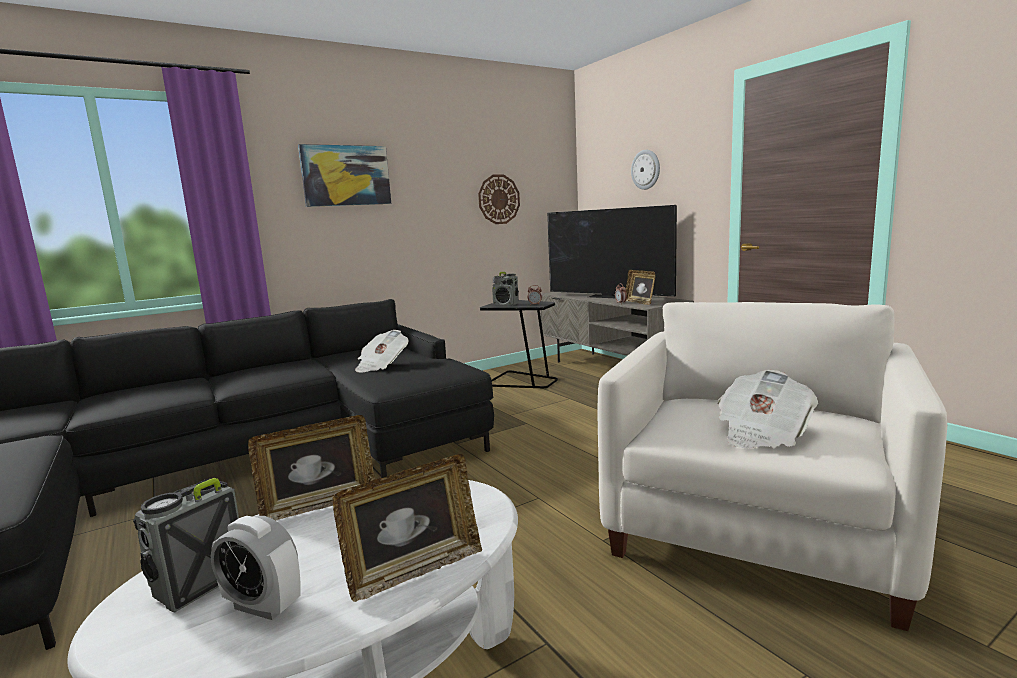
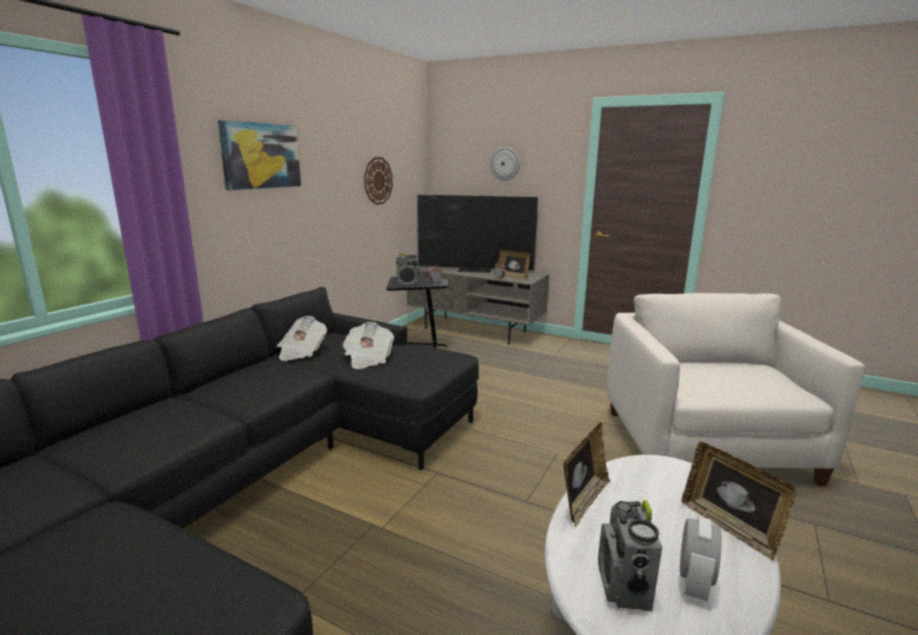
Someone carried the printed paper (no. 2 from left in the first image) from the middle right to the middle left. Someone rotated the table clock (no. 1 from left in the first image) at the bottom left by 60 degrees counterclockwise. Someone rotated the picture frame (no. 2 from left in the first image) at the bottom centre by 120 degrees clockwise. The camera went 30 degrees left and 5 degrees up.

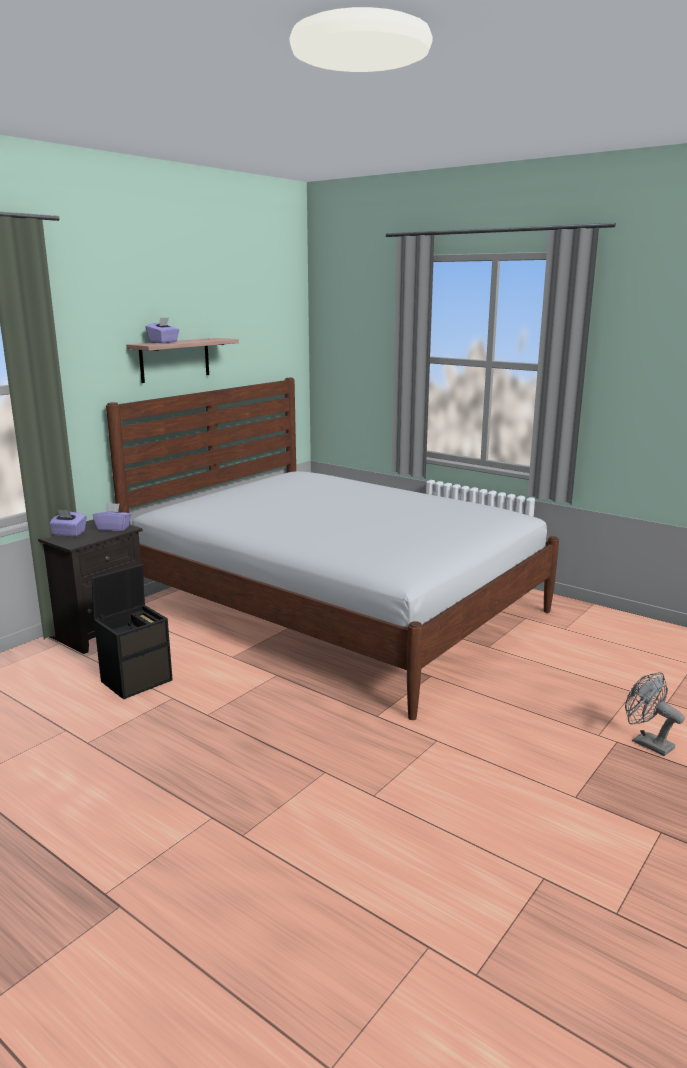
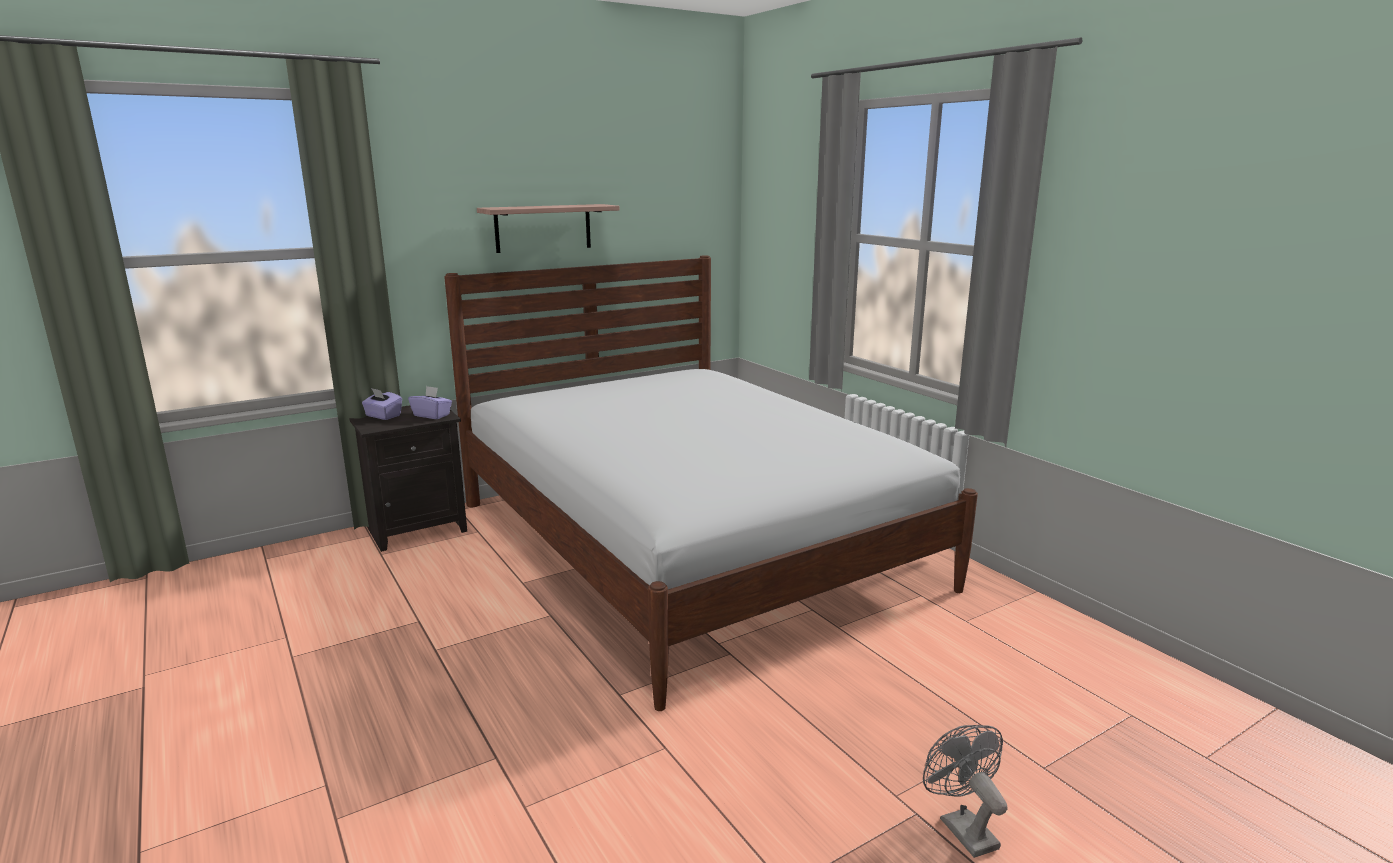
Someone took away the storage container (blackish) at the middle left. Someone took away the tissue holder (purplish) (no. 3 from left) at the top left. The camera went 20 degrees right and 0 degrees up.

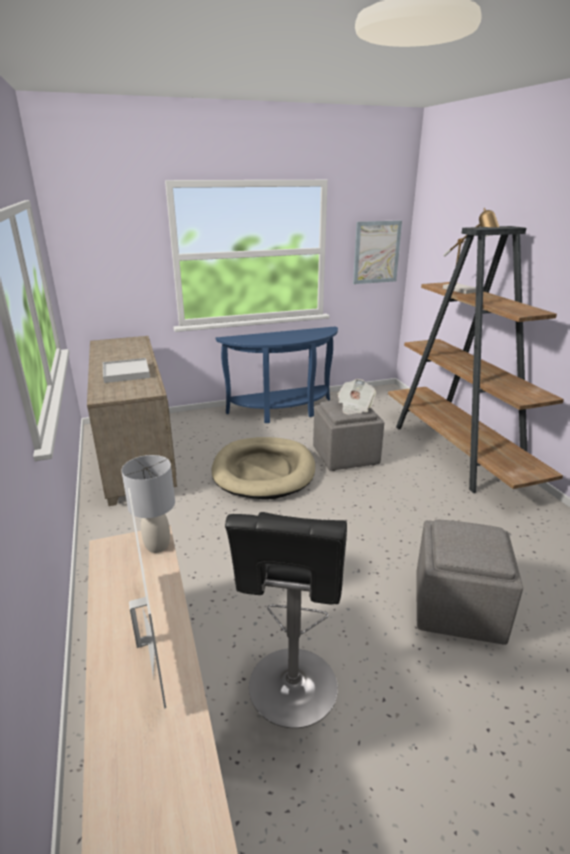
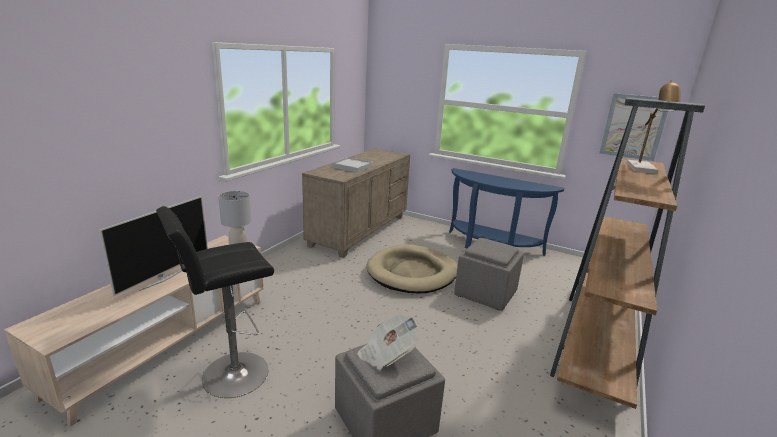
Someone carried the printed paper from the centre to the bottom centre. The camera went 45 degrees right and 5 degrees down.

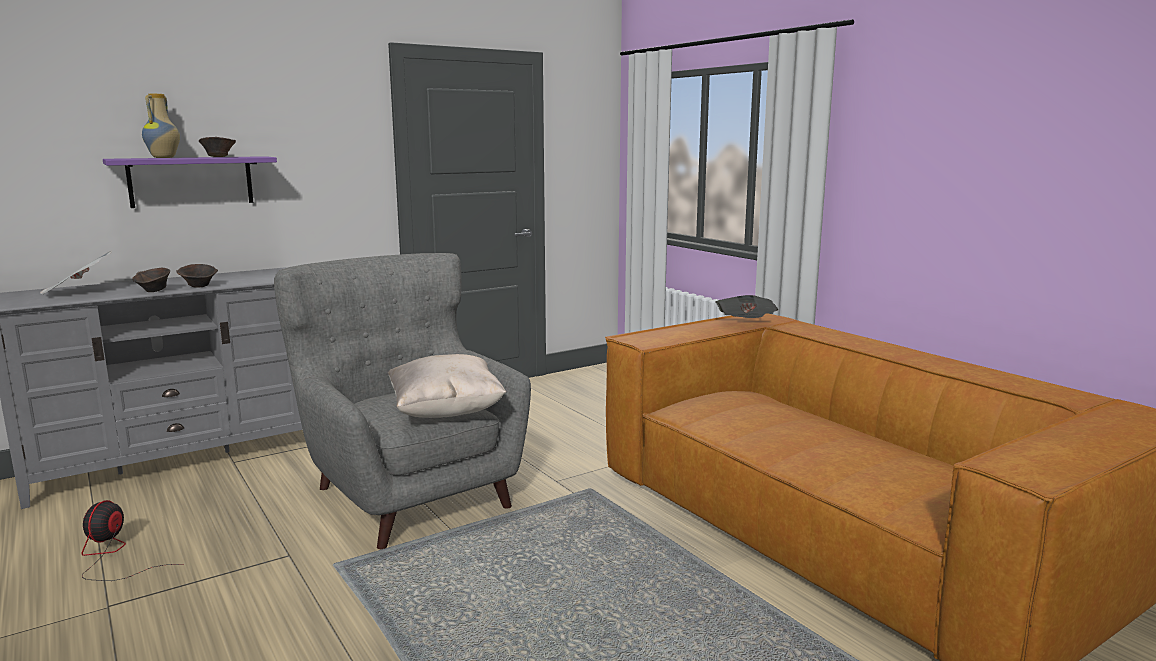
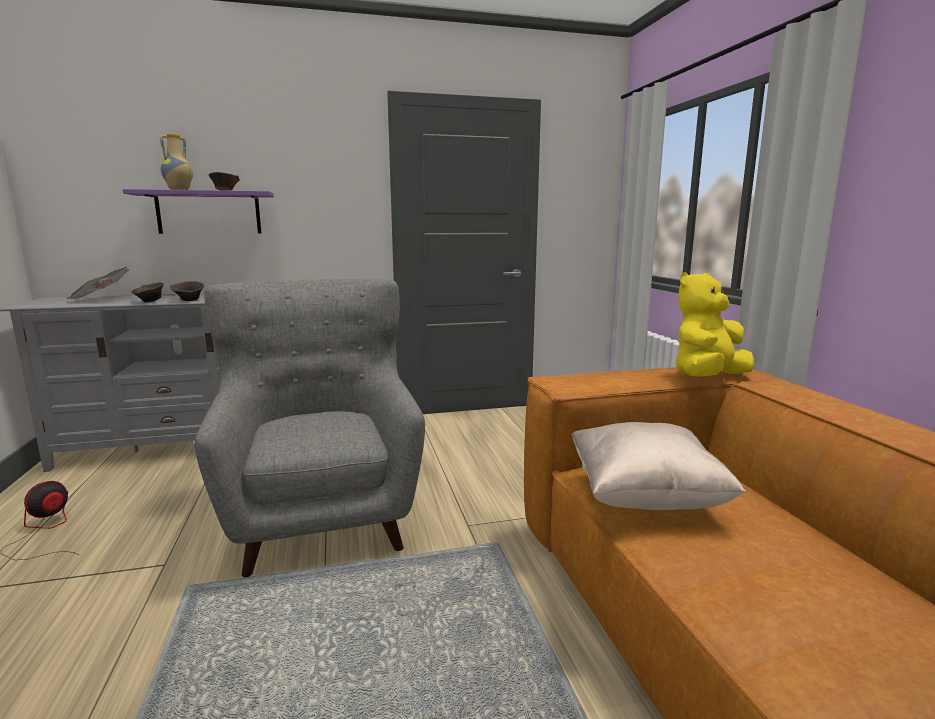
Someone carried the cushion (beige) from the centre to the middle right. Someone swapped the printed paper (no. 2 from left) at the centre for the plush toy (yellow) at the middle right. The camera went 20 degrees right and 0 degrees up.

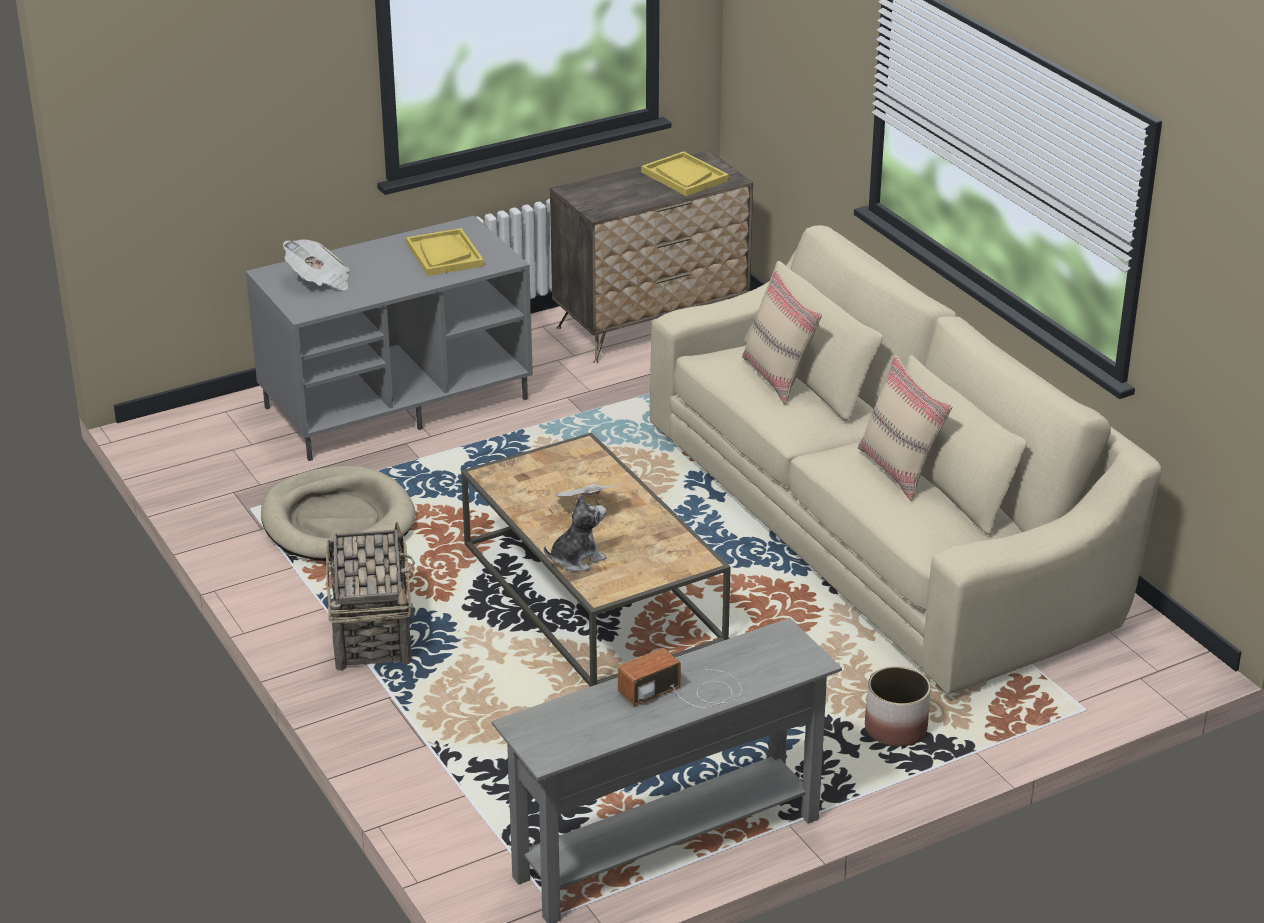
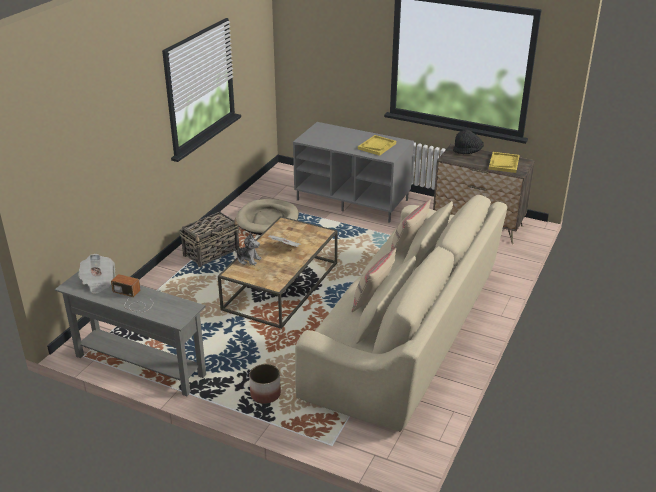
Someone put down the clothing hat (blackish) at the top right. Someone carried the printed paper (no. 1 from left) from the top left to the middle left. The camera went 55 degrees right and 0 degrees up.

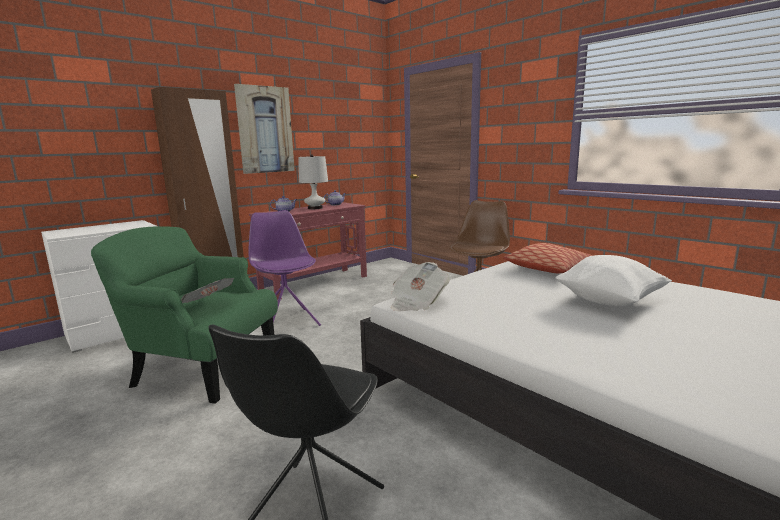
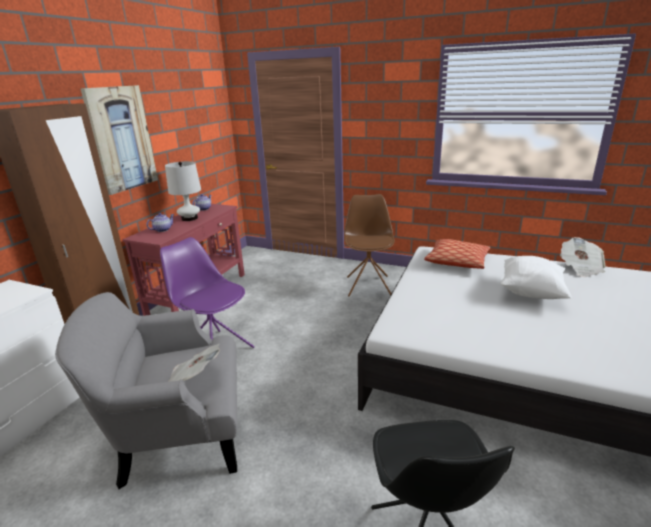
Someone carried the printed paper (no. 2 from left) from the centre to the middle right. Someone repainted the armchair (green-coloured) at the middle left, which became the armchair (greyish) at the bottom left. The camera went 25 degrees left and 10 degrees up.

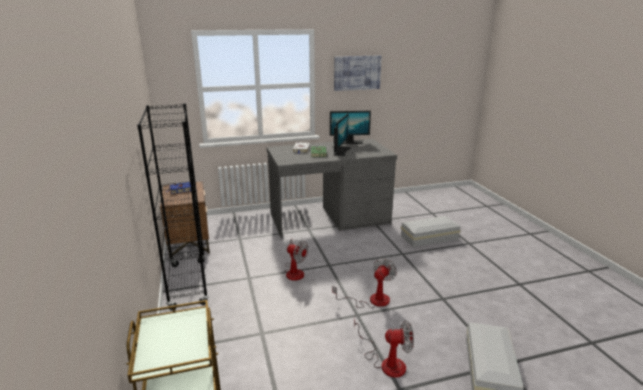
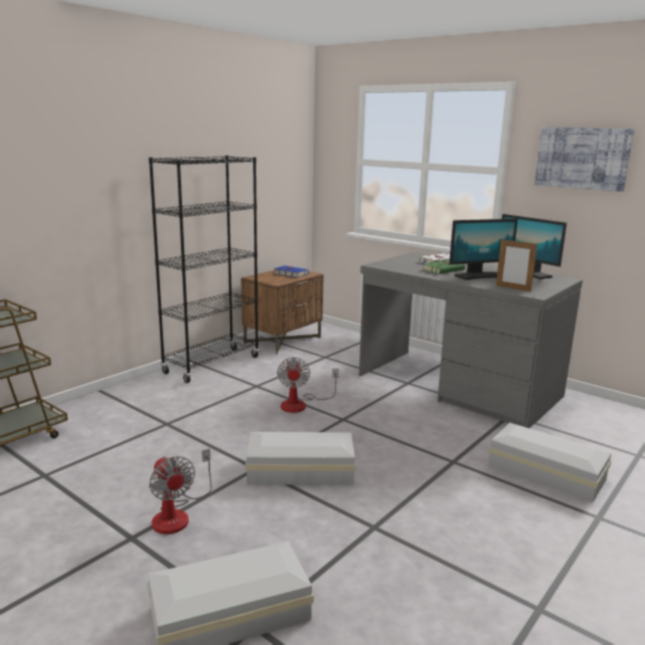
Someone put down the picture frame at the middle right. Someone swapped the electric fan (no. 2 from left) at the bottom centre for the storage container (white-coloured) (no. 2 from left) at the bottom centre. The camera went 55 degrees right and 5 degrees down.

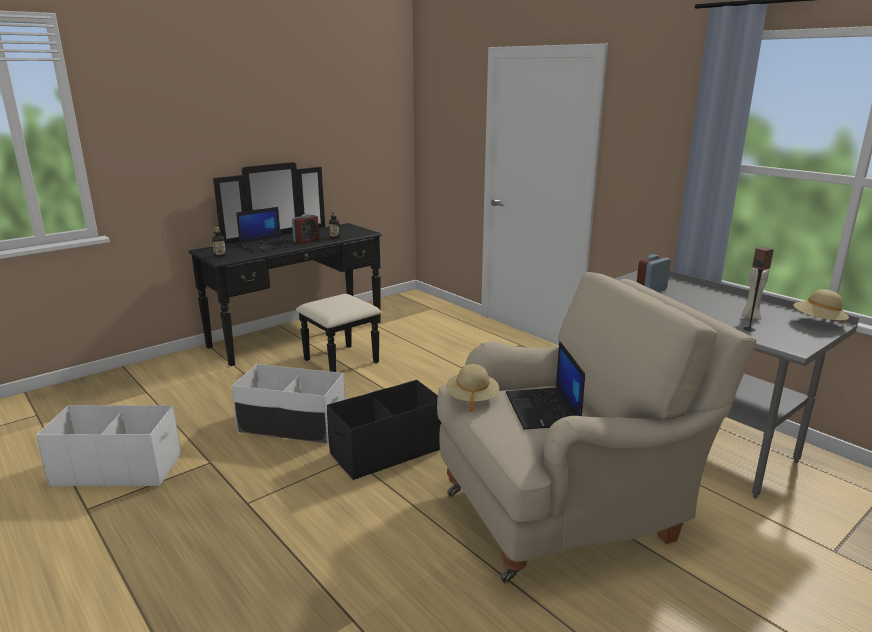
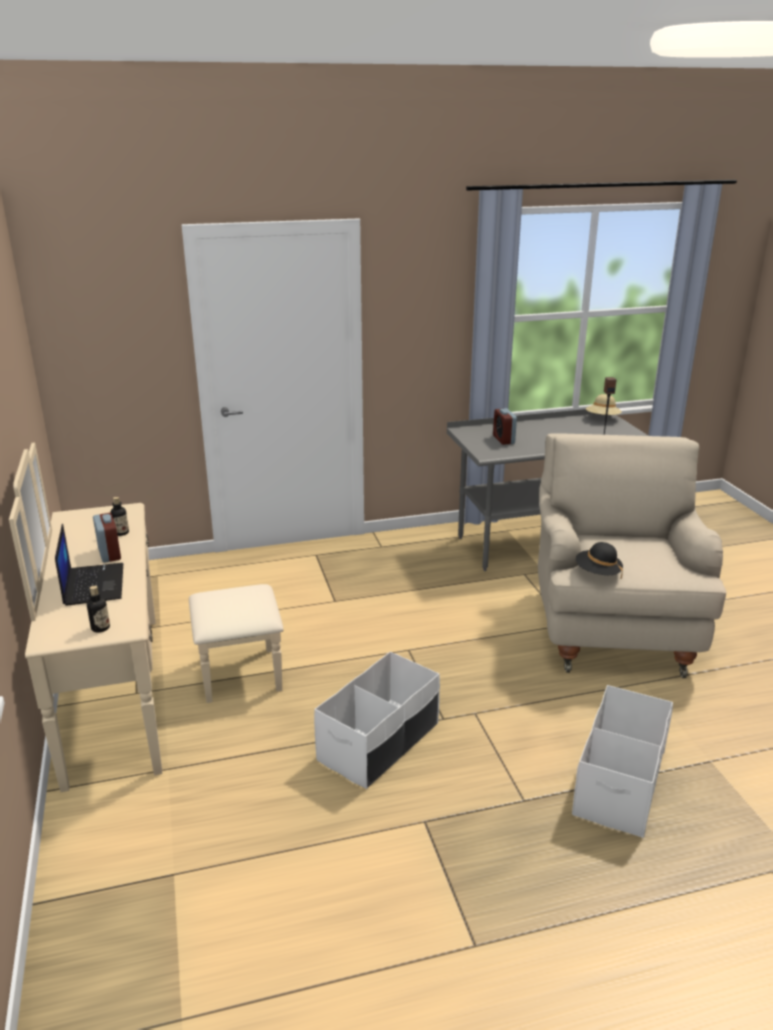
Someone took away the storage container (blackish) at the bottom centre. Someone took away the laptop (no. 2 from left) at the centre. Someone took away the wax light (beige) at the middle right. Someone carried the storage container (white-coloured) (no. 1 from left in the first image) from the bottom left to the bottom right. Someone repainted the chest of drawers (blackish) at the middle left, which became the chest of drawers (beige) at the middle left. Someone repainted the clothing hat (beige) (no. 1 from left) at the centre, which became the clothing hat (blackish) at the middle right. The camera went 65 degrees left and 5 degrees up.

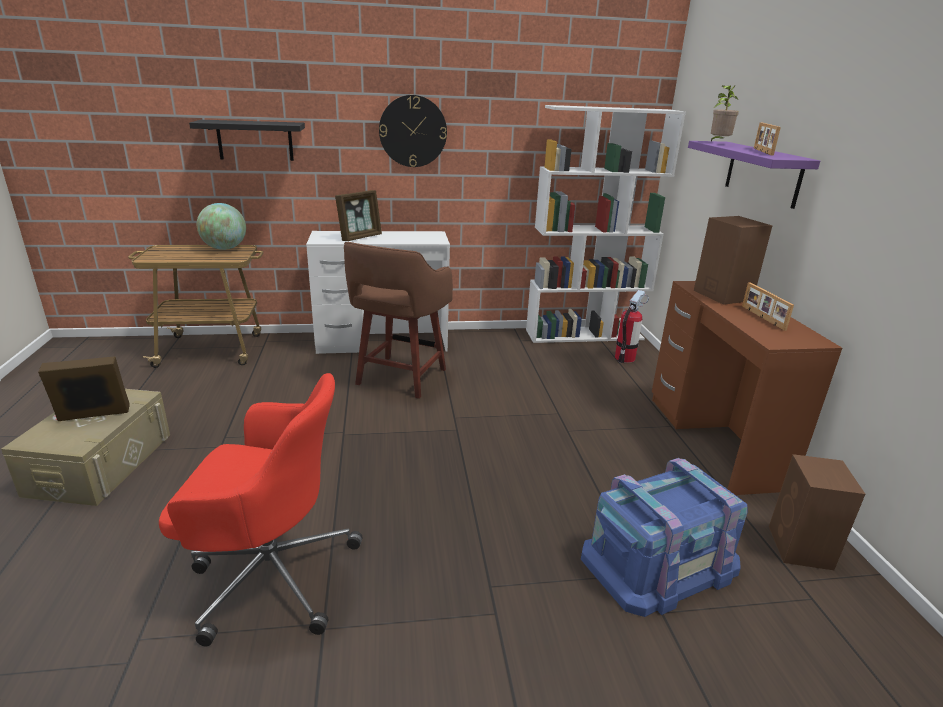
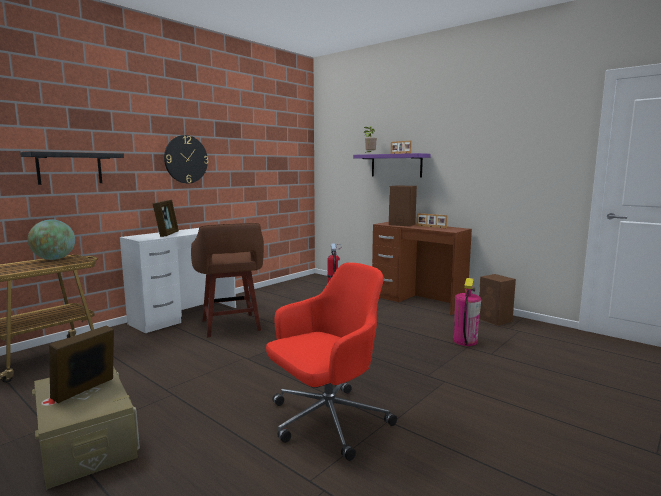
Someone took away the shelving unit (white-coloured) at the top centre. Someone swapped the storage container (bluish) at the bottom right for the extinguisher (no. 2 from left) at the middle right. The camera went 40 degrees left and 15 degrees down.

